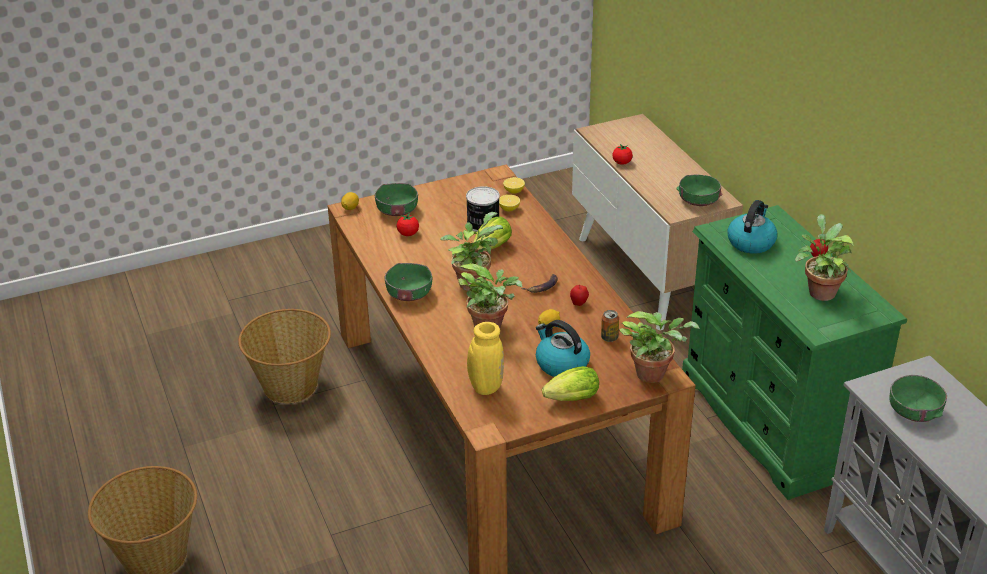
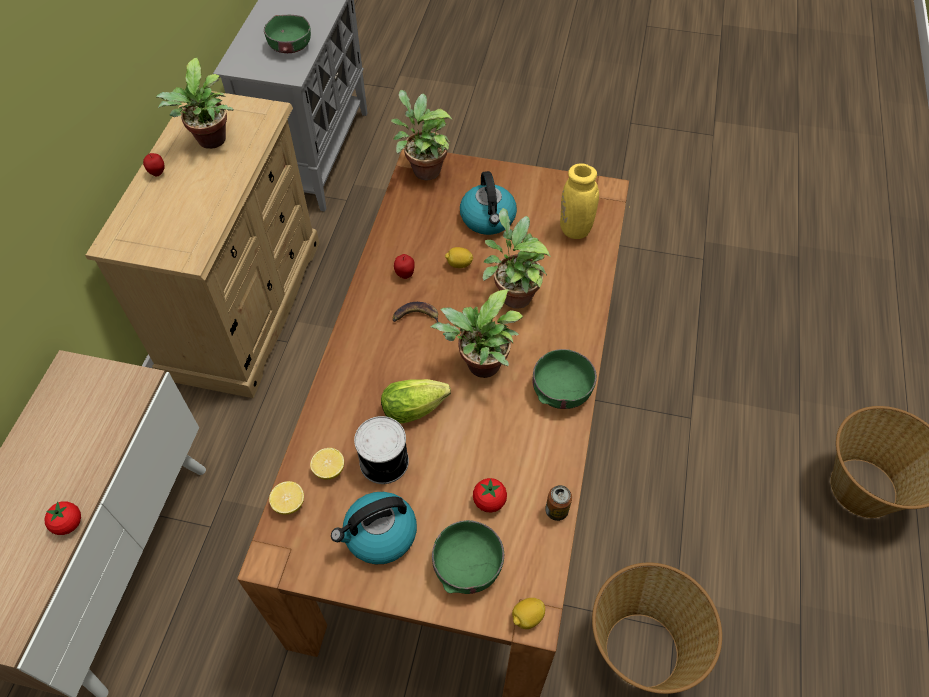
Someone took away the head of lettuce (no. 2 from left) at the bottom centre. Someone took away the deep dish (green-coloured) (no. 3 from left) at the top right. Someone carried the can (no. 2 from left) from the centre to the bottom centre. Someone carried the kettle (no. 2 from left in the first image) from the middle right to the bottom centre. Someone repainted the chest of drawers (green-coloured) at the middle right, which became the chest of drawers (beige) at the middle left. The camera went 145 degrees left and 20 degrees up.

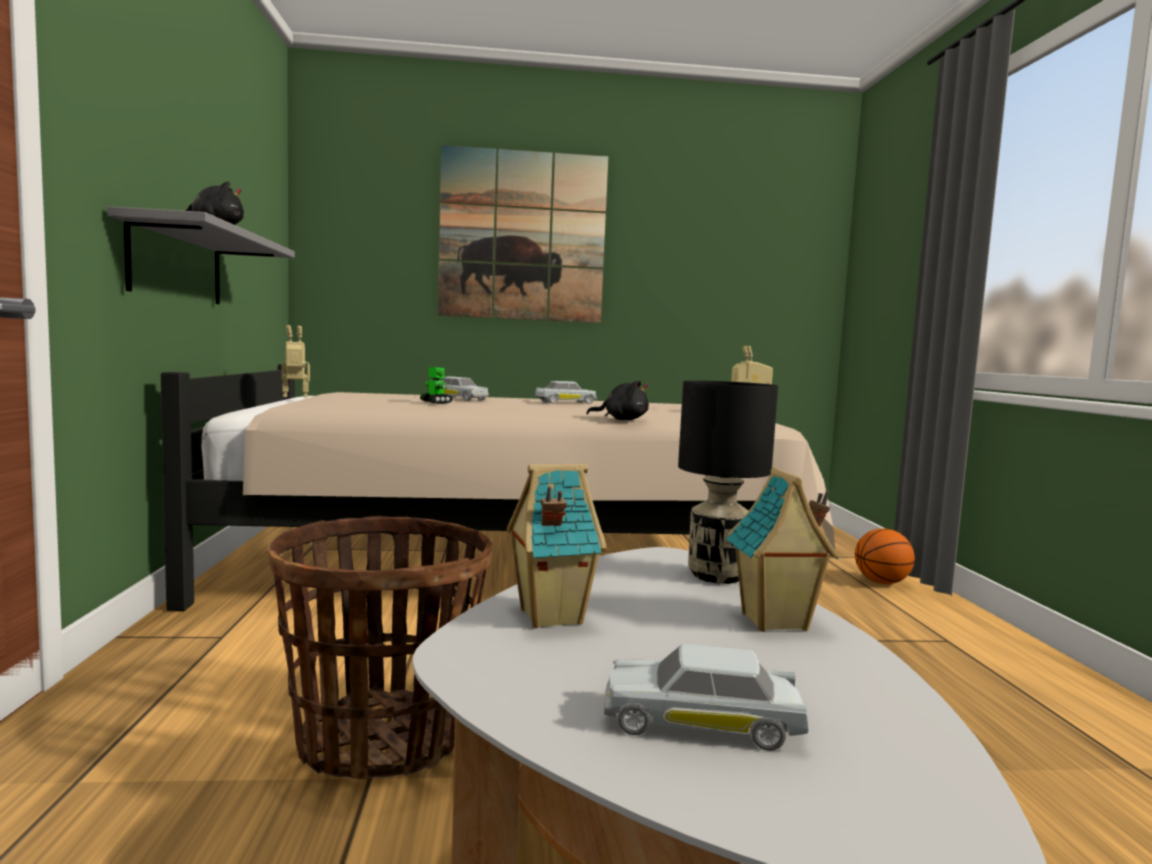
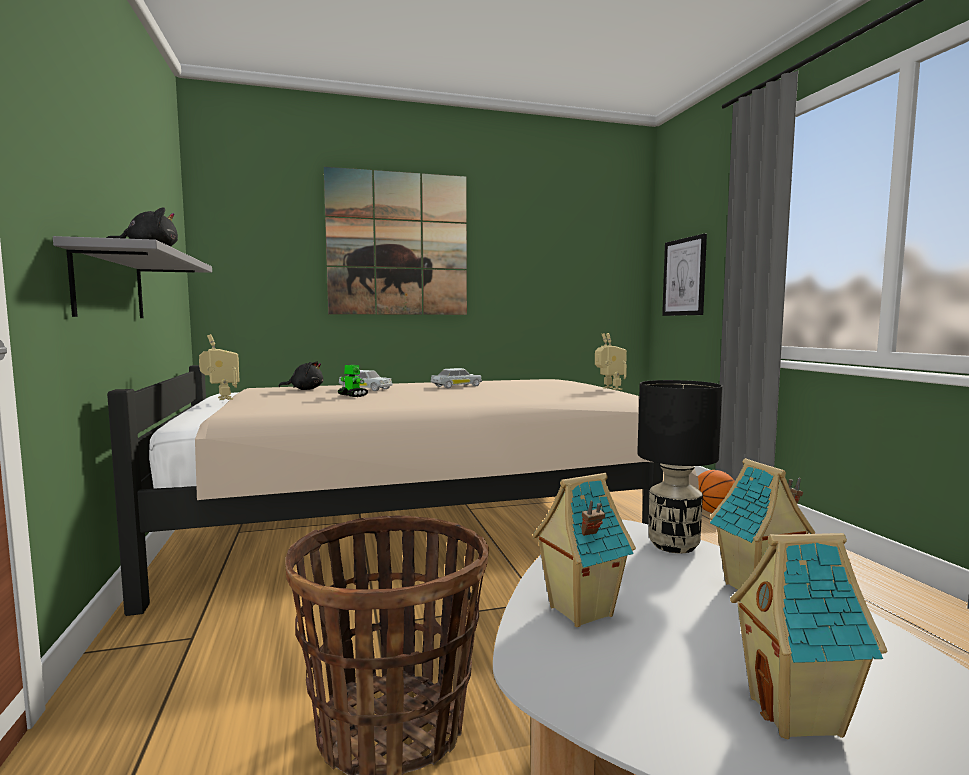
Someone put up the picture (no. 2 from left) at the middle right. Someone carried the plush toy (blackish) (no. 2 from left) from the centre to the middle left. Someone swapped the model car (white-coloured) (no. 3 from left) at the bottom centre for the miniature house (no. 3 from left) at the bottom right. Someone rotated the model robot (no. 1 from left) at the middle left by 90 degrees clockwise. The camera went 10 degrees left and 0 degrees up.

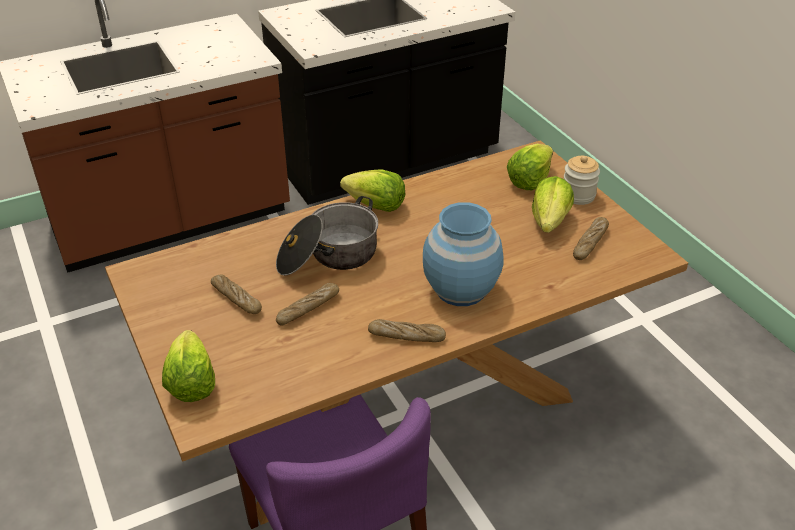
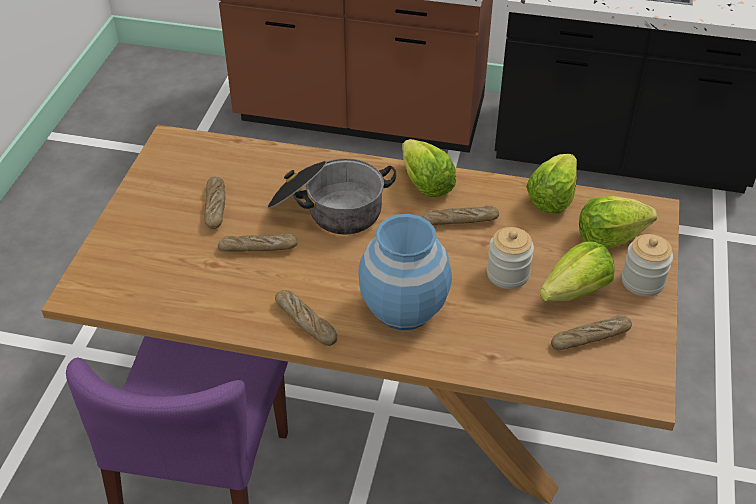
Someone put down the bakery bread (no. 4 from left) at the centre. Someone put down the storage jar (no. 1 from left) at the middle right. Someone carried the head of lettuce (no. 1 from left in the first image) from the bottom left to the middle right. The camera went 40 degrees right and 5 degrees up.

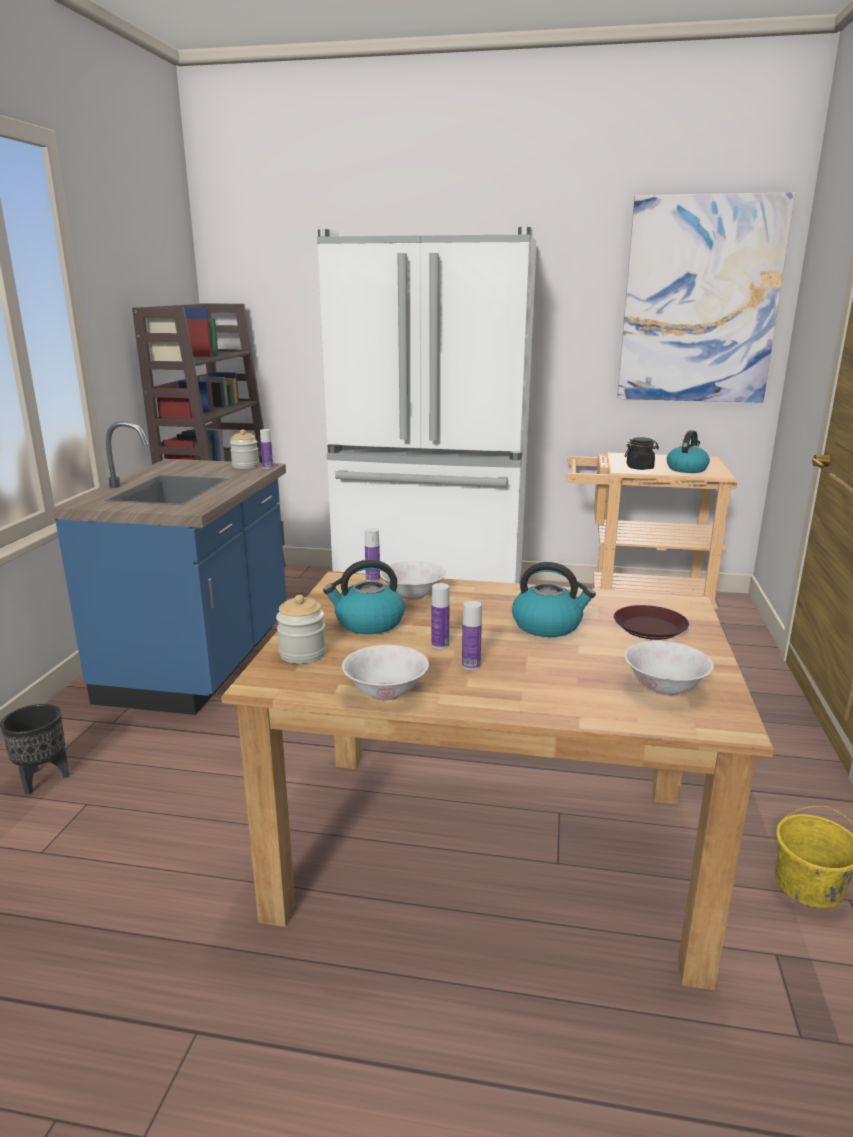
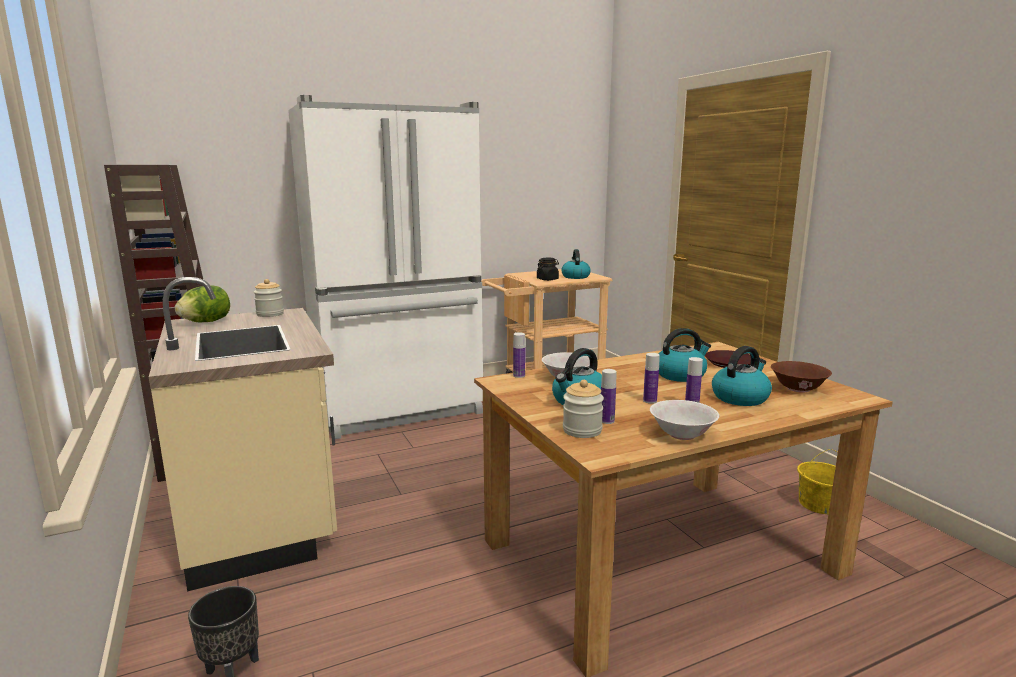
Someone took away the picture at the top right. Someone put down the head of lettuce at the middle left. Someone put down the kettle (no. 4 from left) at the middle right. Someone carried the bottle (no. 1 from left in the first image) from the middle left to the centre. Someone repainted the kitchen counter (bluish) at the middle left, which became the kitchen counter (beige) at the middle left. Someone repainted the deep dish (white-coloured) (no. 3 from left) at the middle right, which became the deep dish (brown) at the middle right. The camera went 35 degrees left and 5 degrees down.

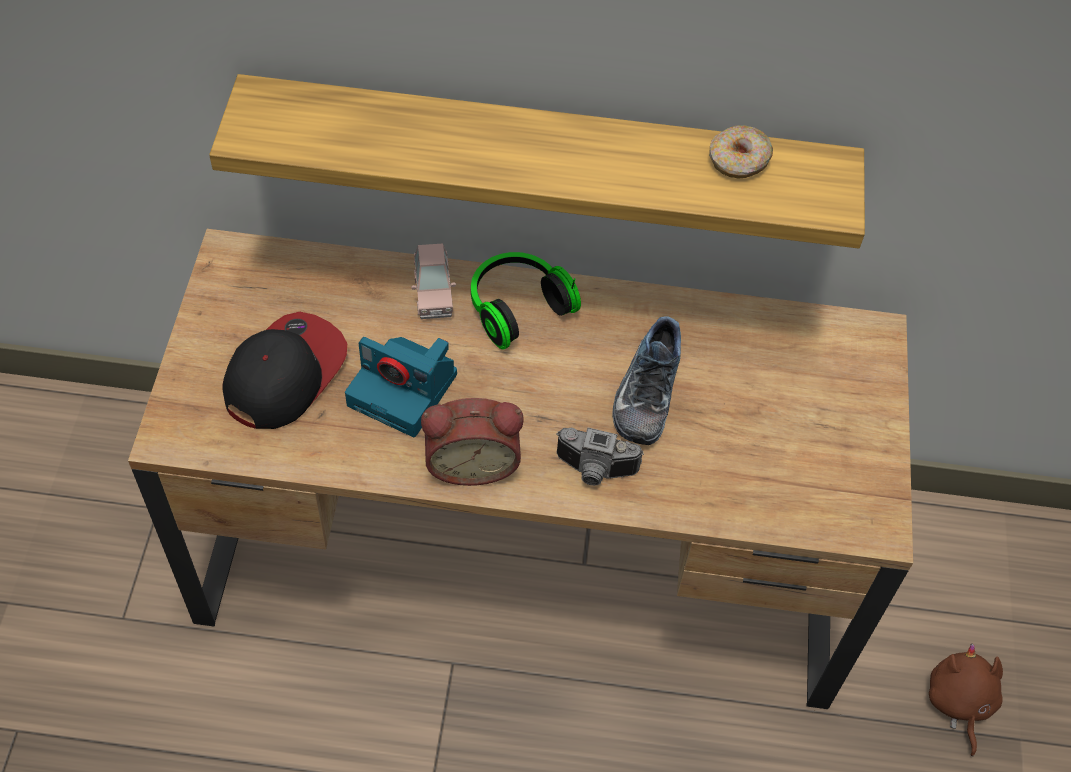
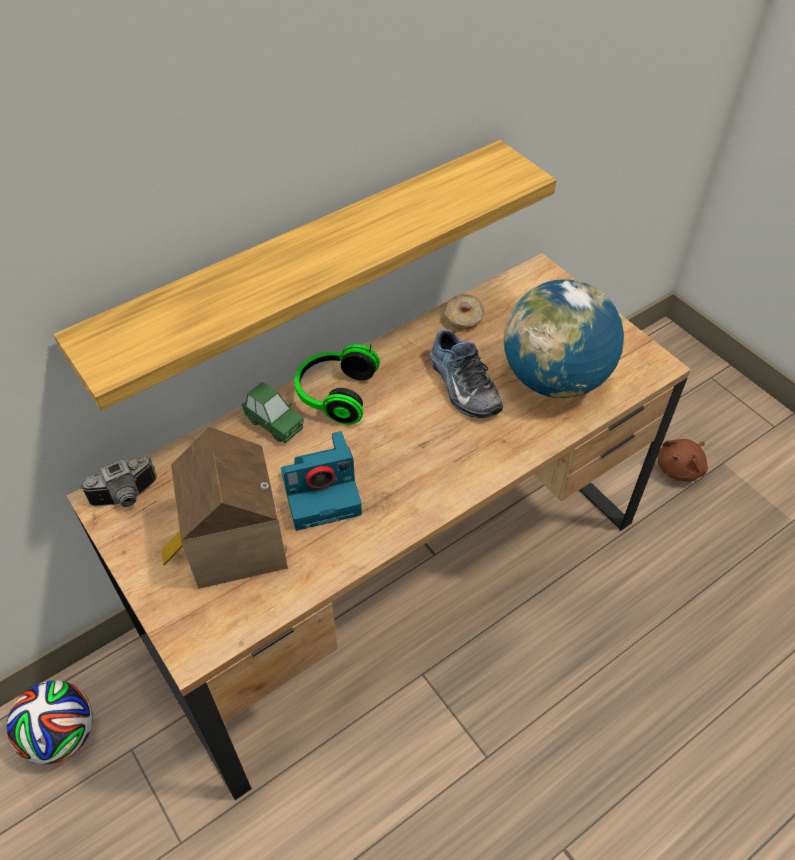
Someone took away the table clock at the centre. Someone put down the football ball at the bottom left. Someone put down the globe at the middle right. Someone carried the photo camera (no. 2 from left in the first image) from the centre to the middle left. Someone carried the donut from the top right to the centre. Someone swapped the peaked cap at the middle left for the miniature house at the middle left. Someone repainted the model car (pink-coloured) at the centre, which became the model car (green-coloured) at the centre. Someone rotated the plush toy (brown) at the bottom right by 90 degrees counterclockwise. The camera went 40 degrees left and 5 degrees down.

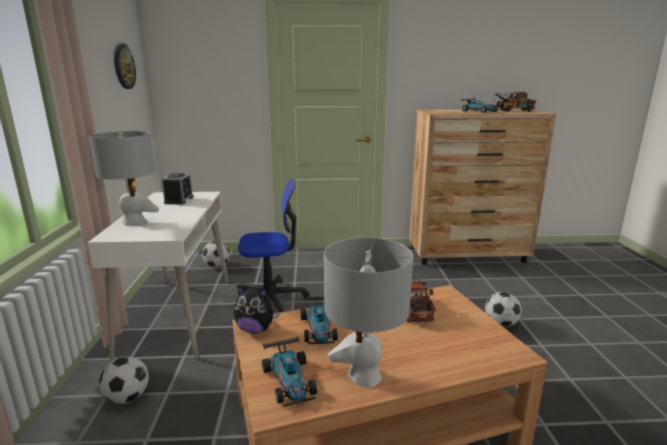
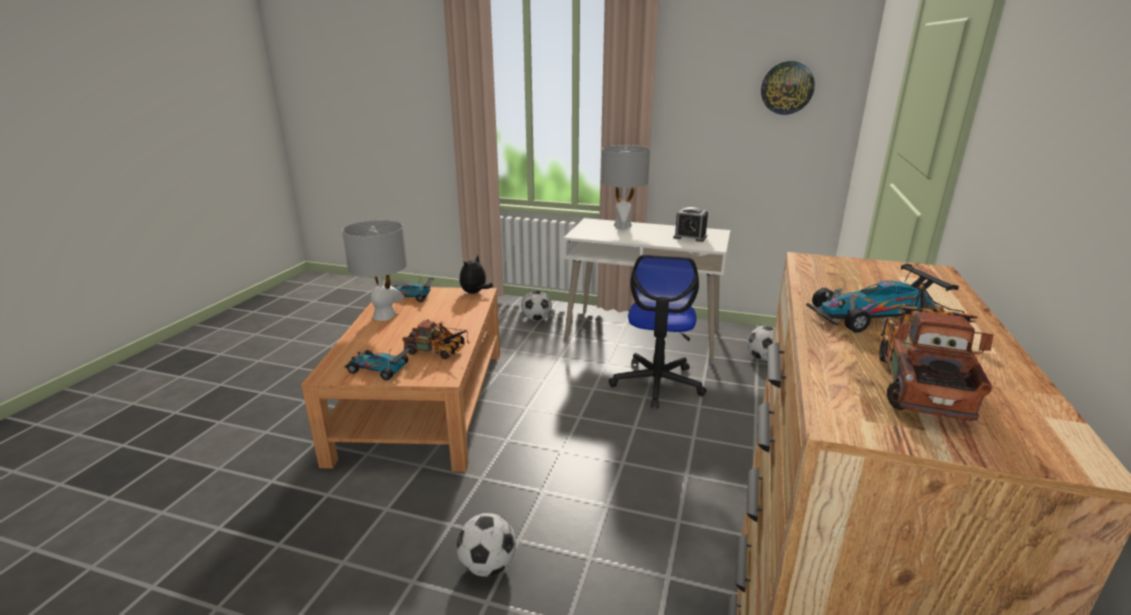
Someone carried the model car (no. 2 from left in the first image) from the bottom centre to the centre. The camera went 110 degrees right and 5 degrees up.

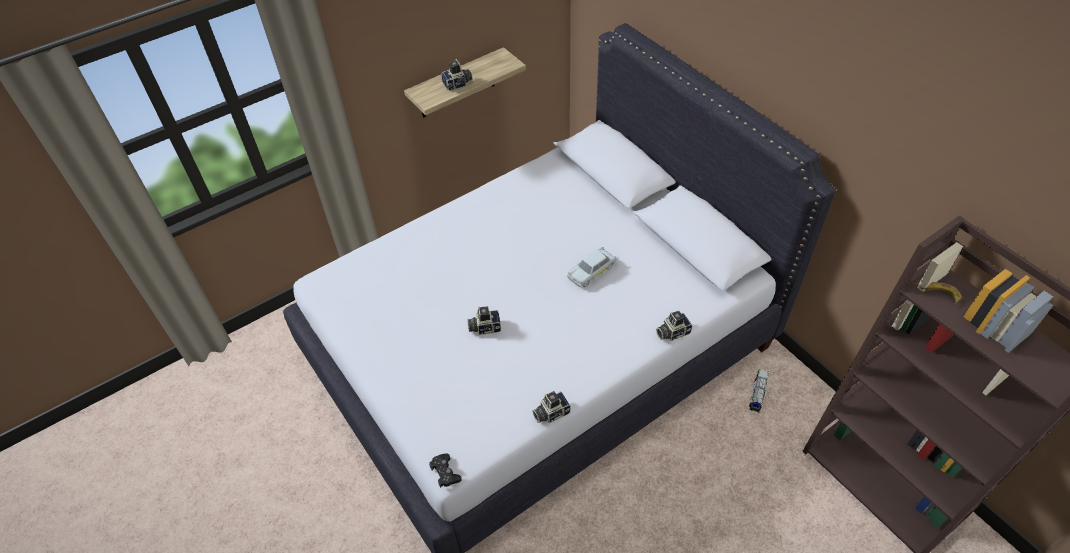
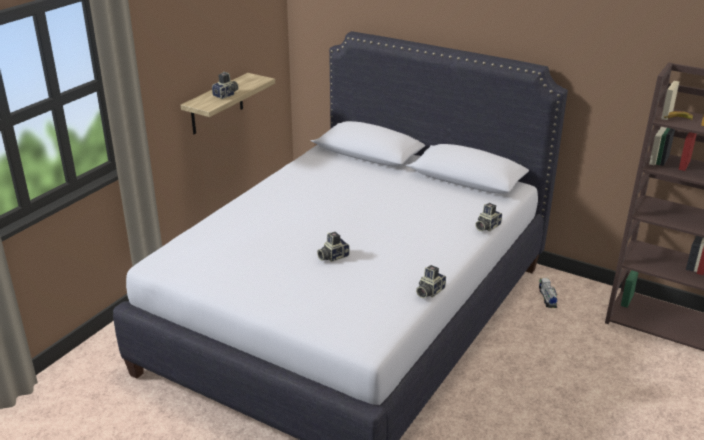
Someone took away the game controller (blackish) at the bottom centre. Someone took away the model car (white-coloured) at the centre. The camera went 25 degrees left and 20 degrees down.

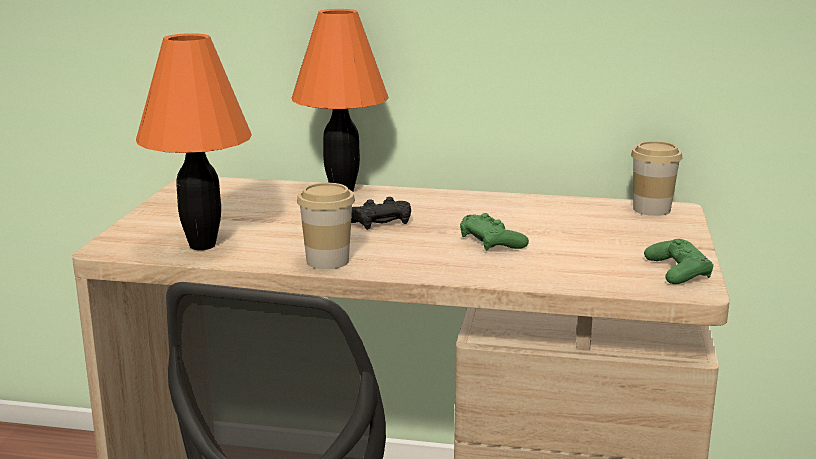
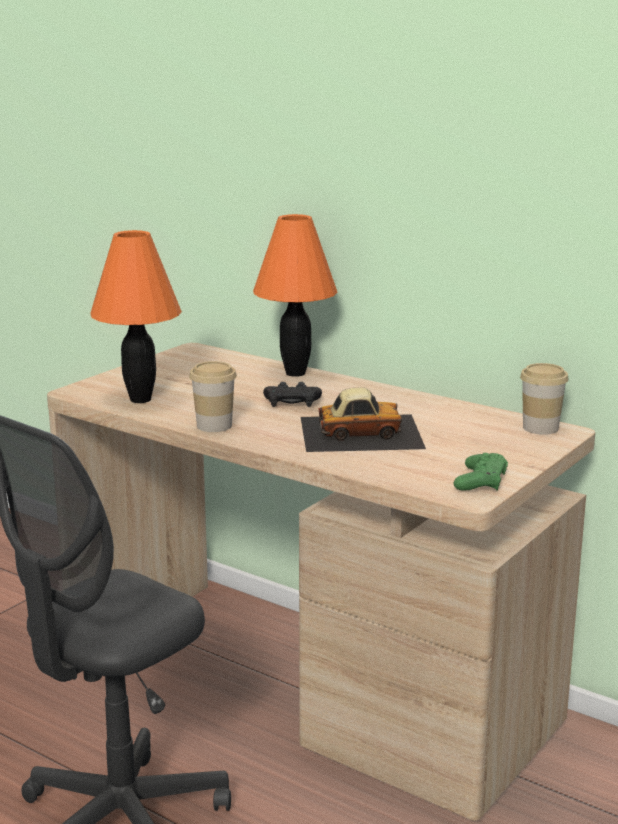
Someone swapped the game controller (green-coloured) (no. 1 from left) at the centre for the model car at the centre. The camera went 25 degrees right and 0 degrees up.

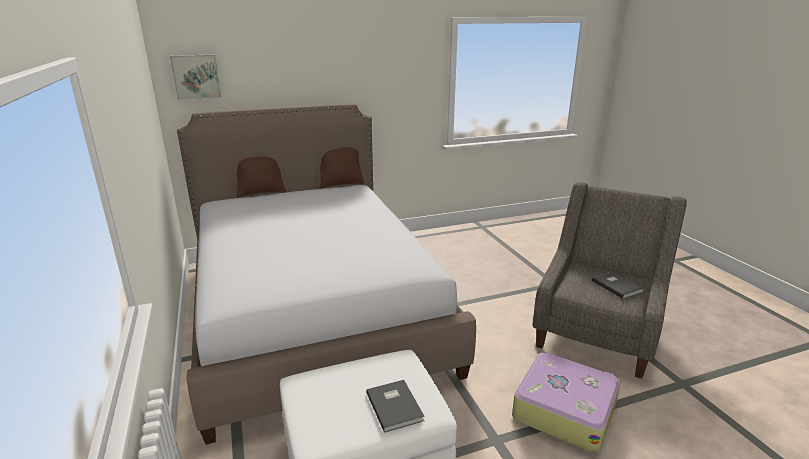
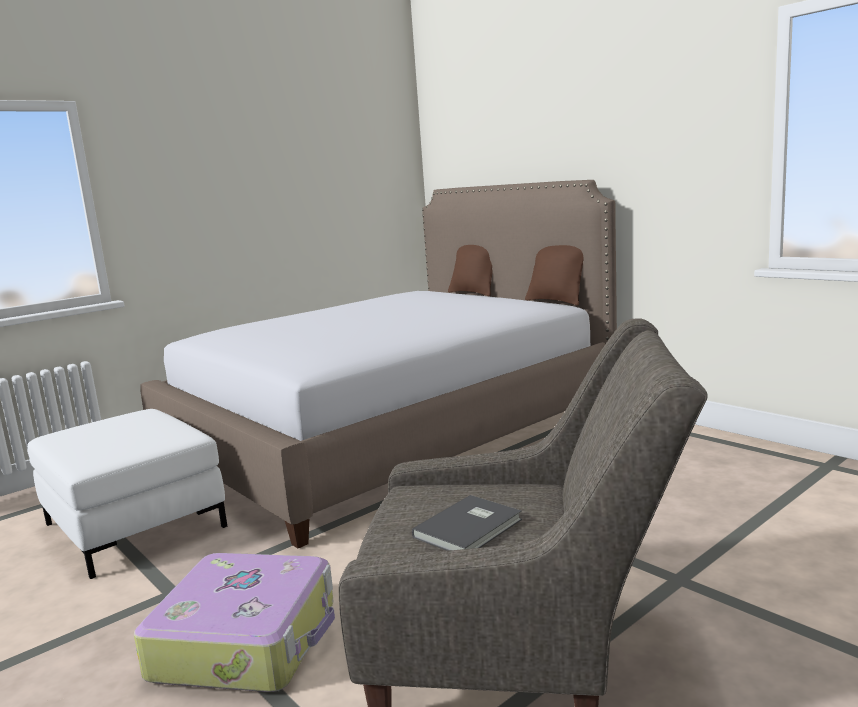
Someone took away the picture at the top left. Someone took away the book (greyish) (no. 1 from left) at the bottom centre. The camera went 70 degrees right and 10 degrees down.

